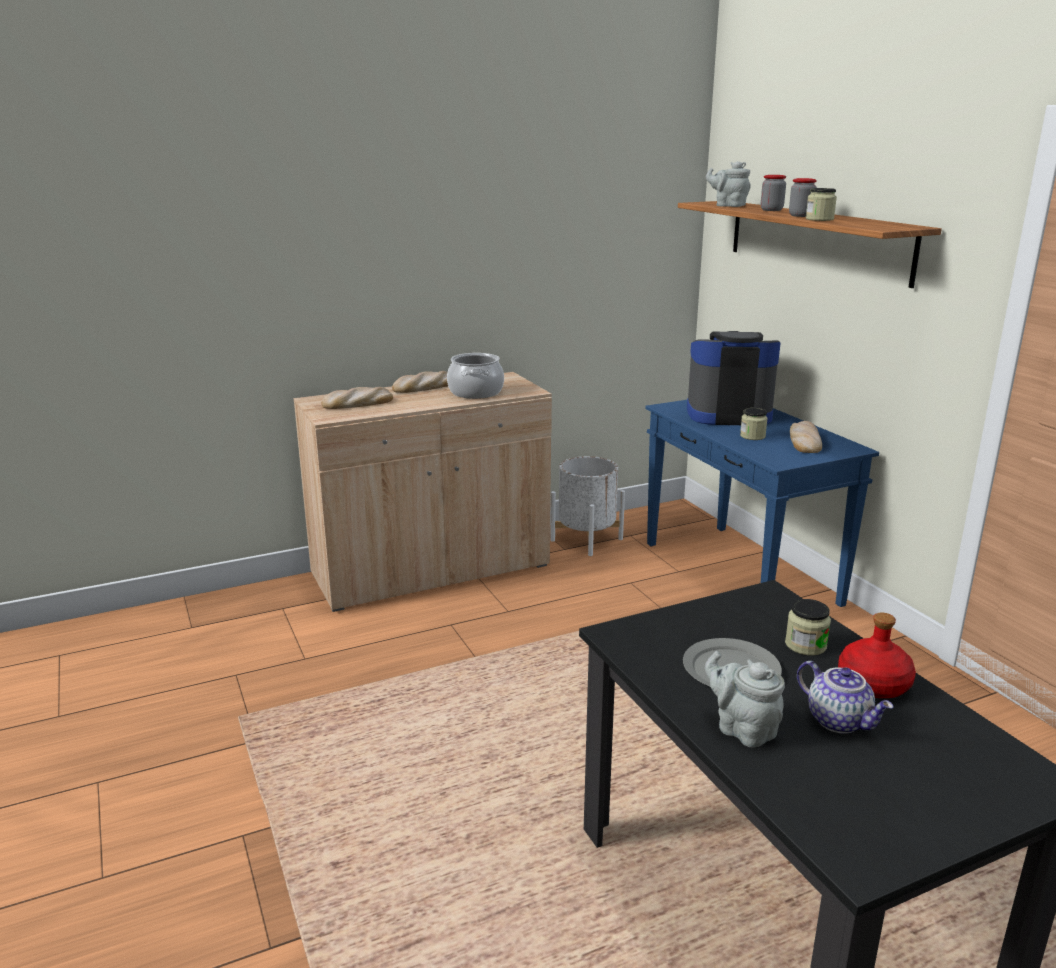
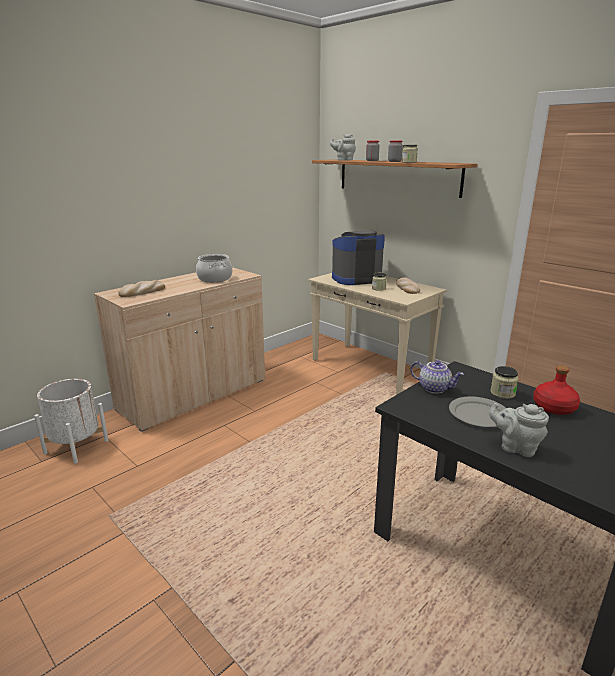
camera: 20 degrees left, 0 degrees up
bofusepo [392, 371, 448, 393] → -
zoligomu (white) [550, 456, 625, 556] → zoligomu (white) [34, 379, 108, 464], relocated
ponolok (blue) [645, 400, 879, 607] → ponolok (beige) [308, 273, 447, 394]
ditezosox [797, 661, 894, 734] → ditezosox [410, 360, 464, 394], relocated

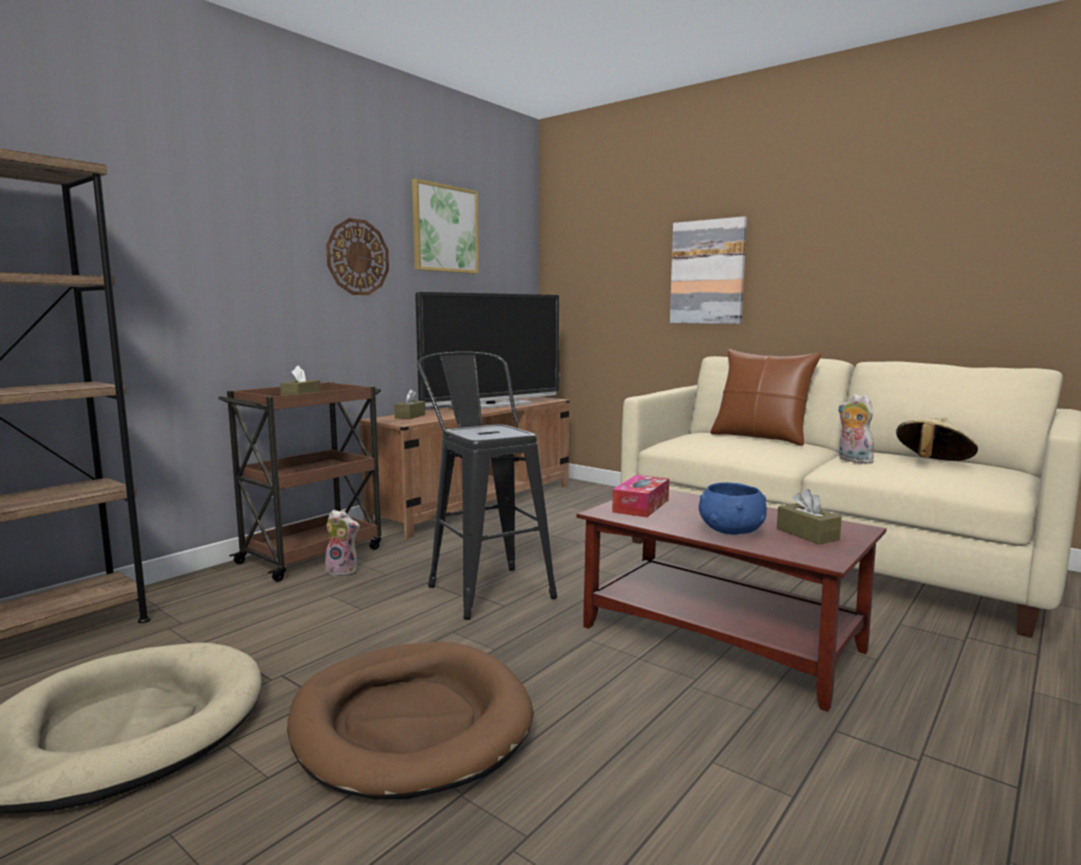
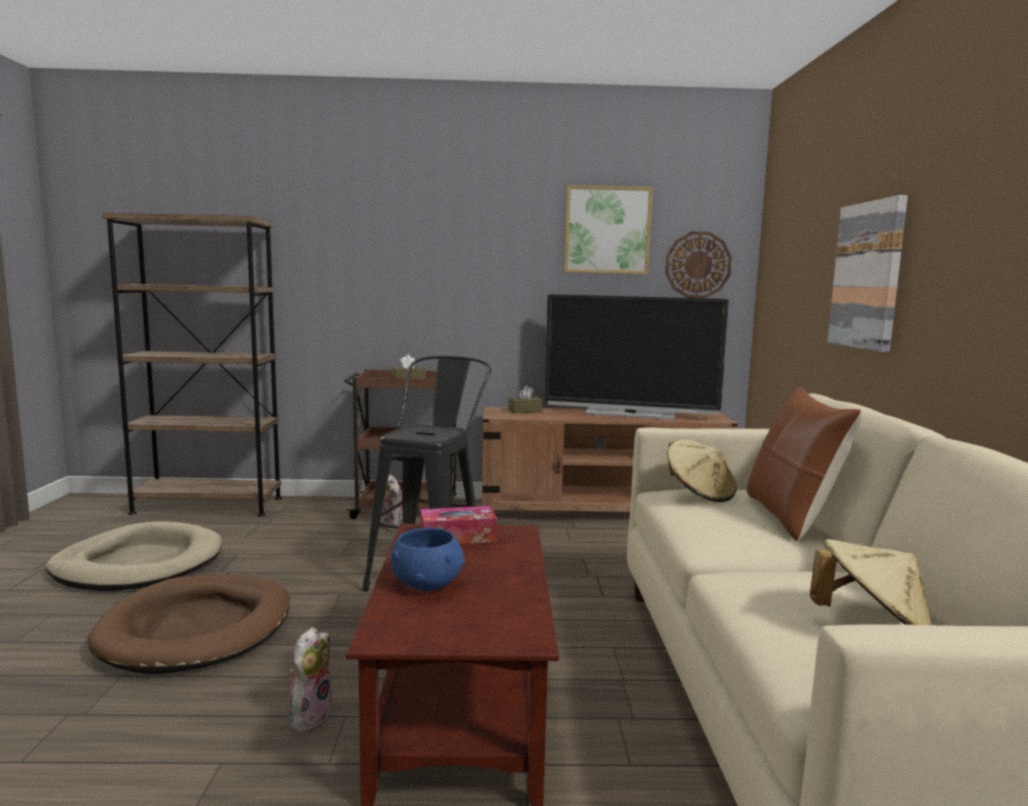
camera: 50 degrees right, 0 degrees up
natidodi [326, 218, 389, 295] → natidodi [665, 231, 732, 298], relocated
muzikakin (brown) [777, 489, 842, 544] → -
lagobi [838, 394, 874, 464] → lagobi [289, 627, 333, 733], relocated
- → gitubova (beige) [667, 439, 736, 502]

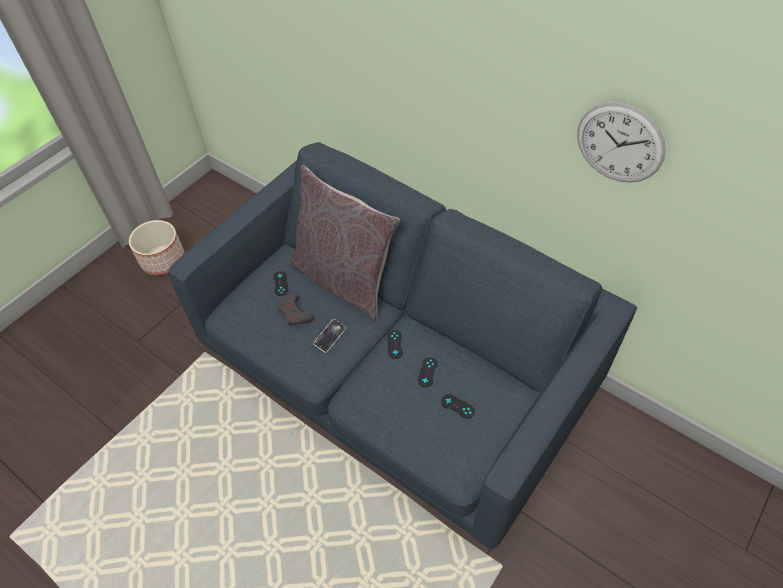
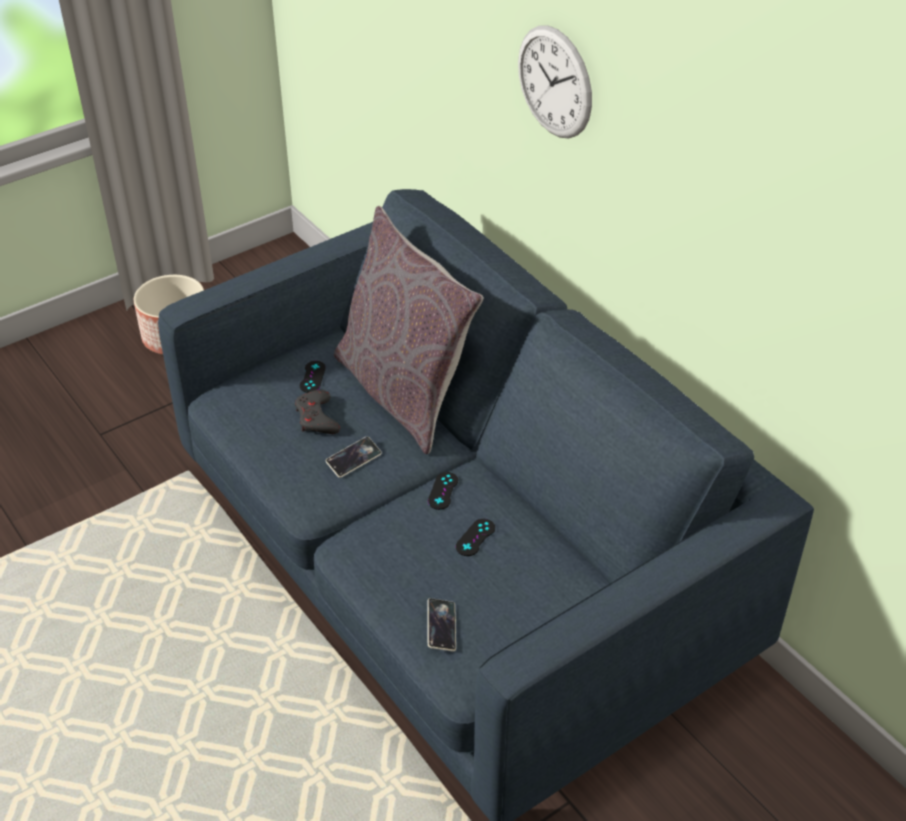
camera: 15 degrees right, 10 degrees down
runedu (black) [441, 394, 475, 419] → -
natidodi [577, 102, 666, 183] → natidodi [518, 25, 592, 138], relocated
- → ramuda [427, 598, 456, 651]

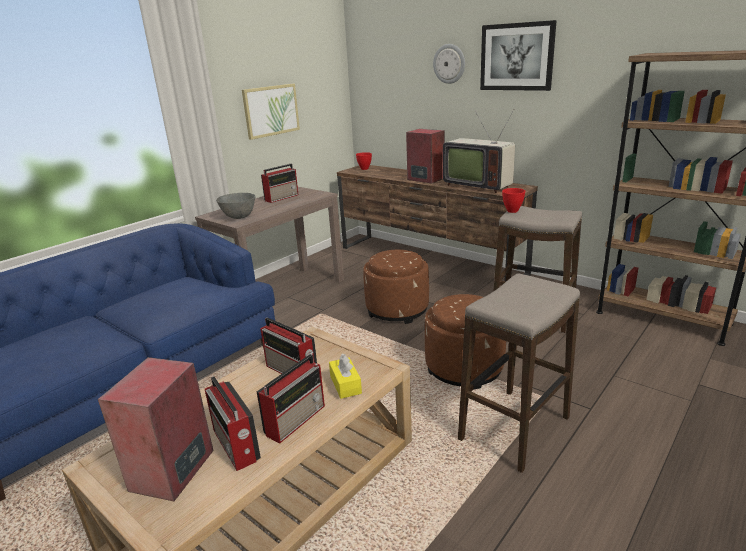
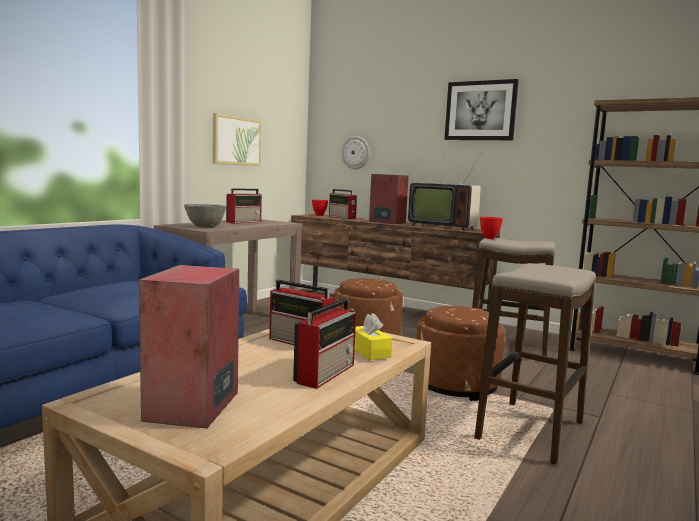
camera: 10 degrees left, 15 degrees down
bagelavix [205, 376, 261, 471] → bagelavix [329, 189, 357, 219], relocated
natidodi [433, 44, 465, 84] → natidodi [341, 136, 370, 169], relocated

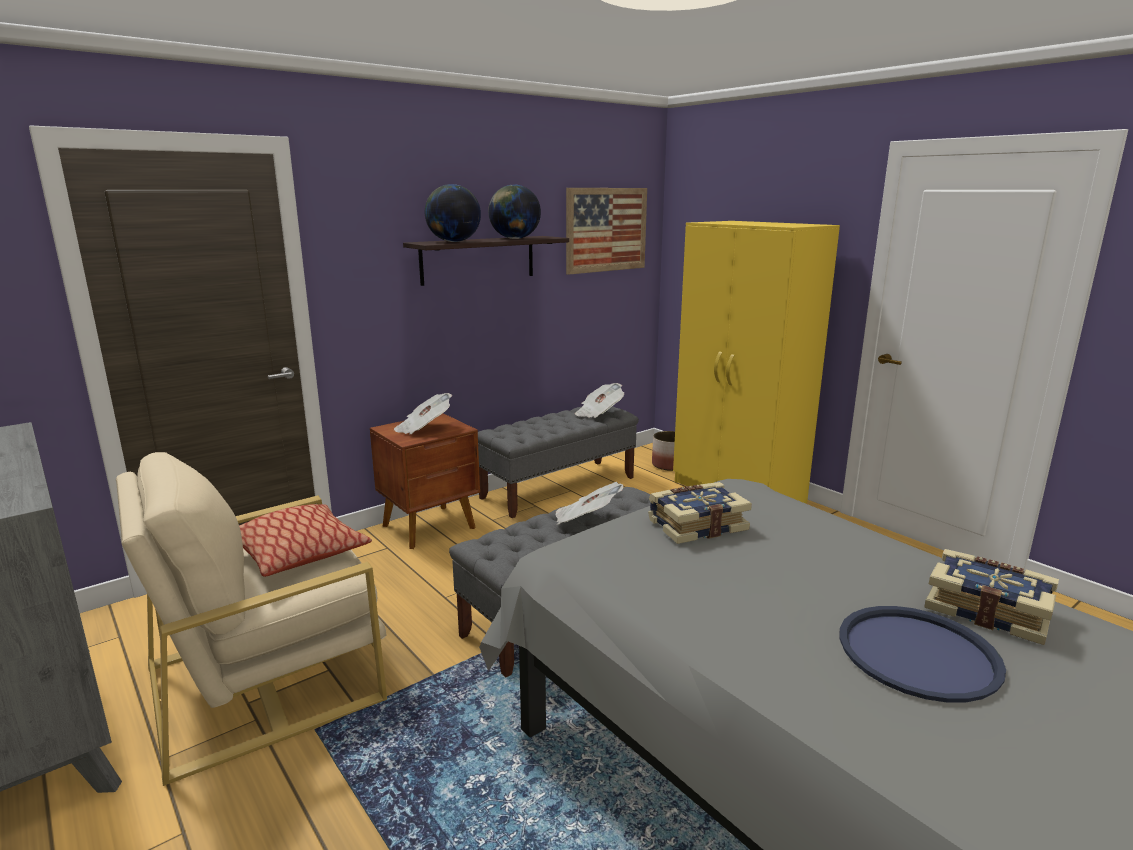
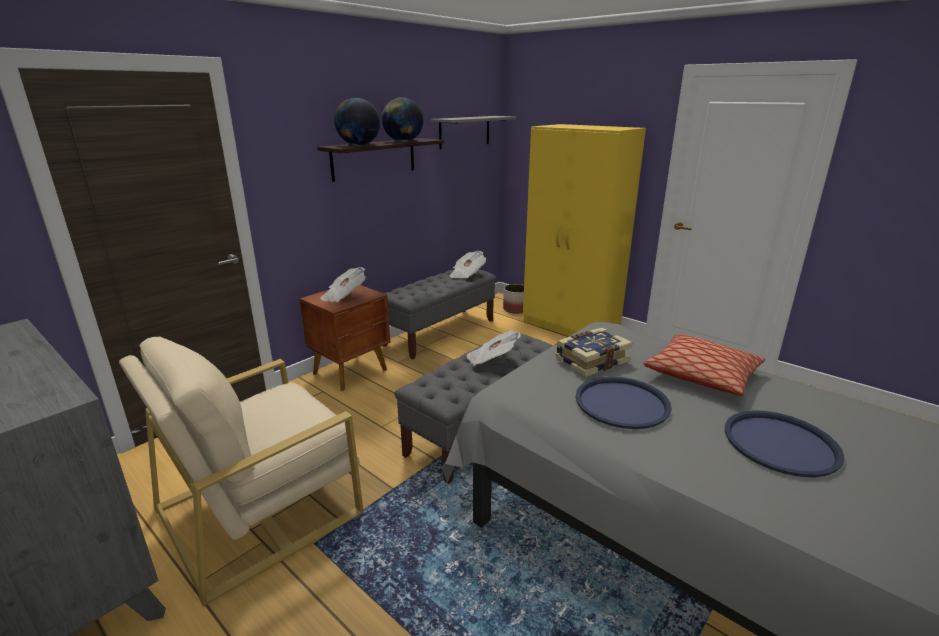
camera: 10 degrees left, 5 degrees up
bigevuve [239, 504, 372, 577] → bigevuve [644, 334, 765, 396], relocated
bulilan [566, 188, 647, 275] → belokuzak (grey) [431, 116, 516, 149]
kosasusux [924, 549, 1059, 645] → -
- → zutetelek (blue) [576, 376, 672, 429]

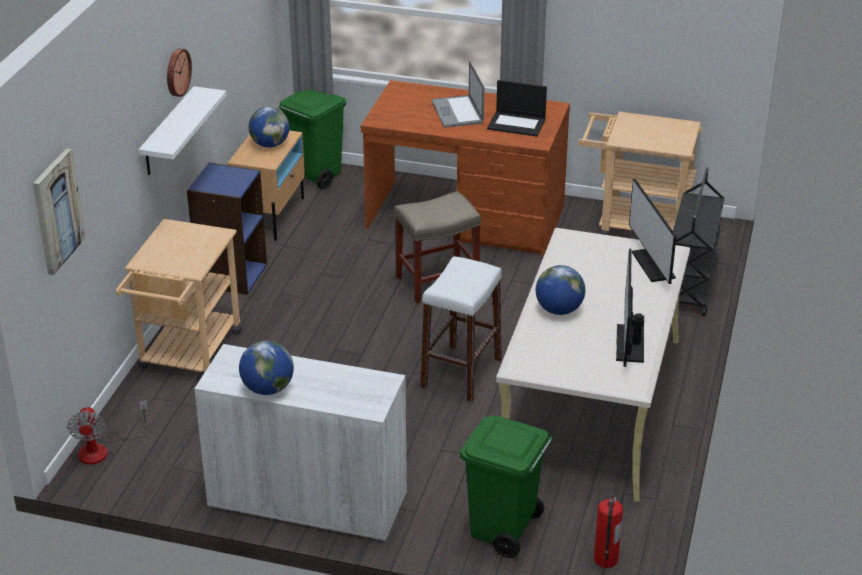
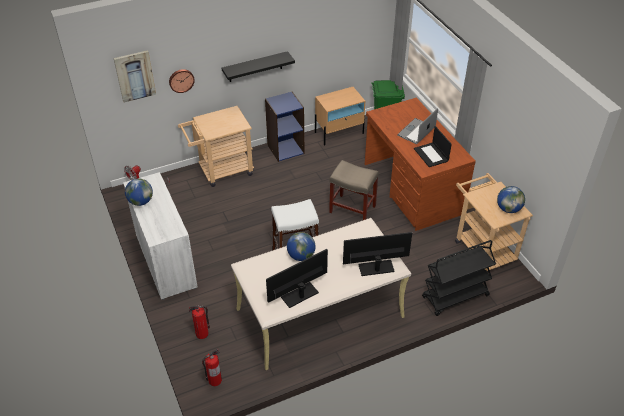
camera: 50 degrees right, 10 degrees up
belokuzak (white) [138, 86, 226, 175] → belokuzak (black) [222, 51, 295, 82]
natidodi [167, 49, 192, 97] → natidodi [169, 69, 195, 93], relocated
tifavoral [249, 107, 289, 148] → tifavoral [497, 186, 525, 213], relocated
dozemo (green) [460, 416, 553, 558] → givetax [189, 306, 210, 339]
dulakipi [629, 179, 676, 284] → dulakipi [343, 232, 412, 276], 45 degrees clockwise

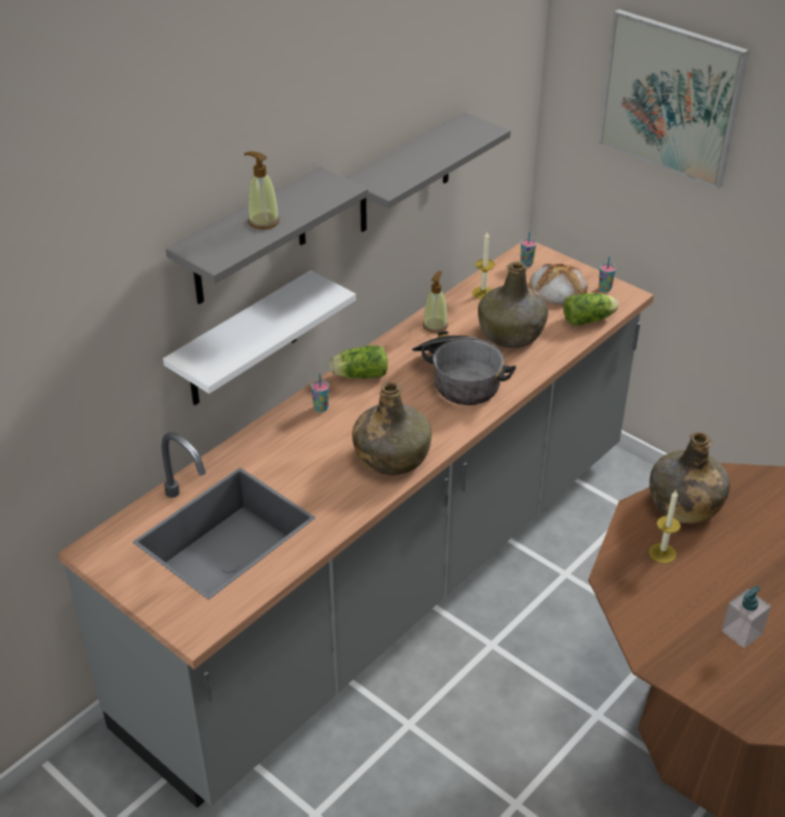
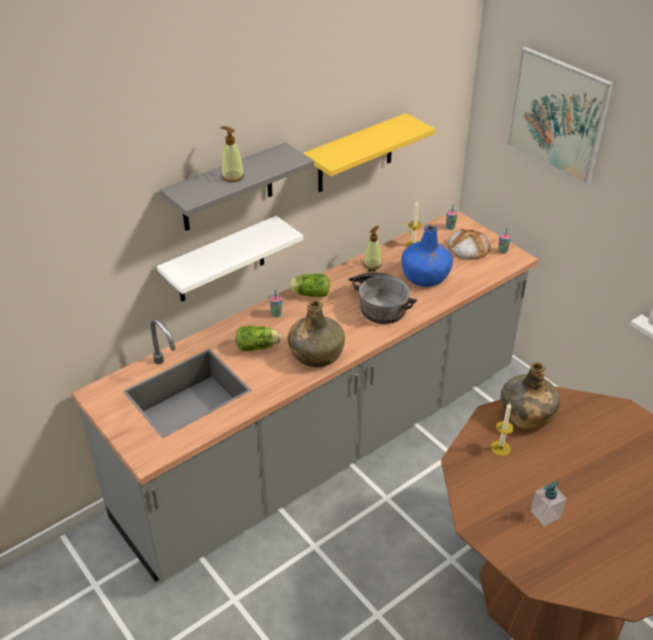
camera: 10 degrees right, 0 degrees up
belokuzak (grey) [345, 112, 511, 232] → belokuzak (yellow) [303, 113, 435, 192]
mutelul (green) [478, 261, 548, 348] → mutelul (blue) [402, 224, 453, 287]
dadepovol [563, 293, 619, 326] → dadepovol [236, 326, 281, 351], relocated

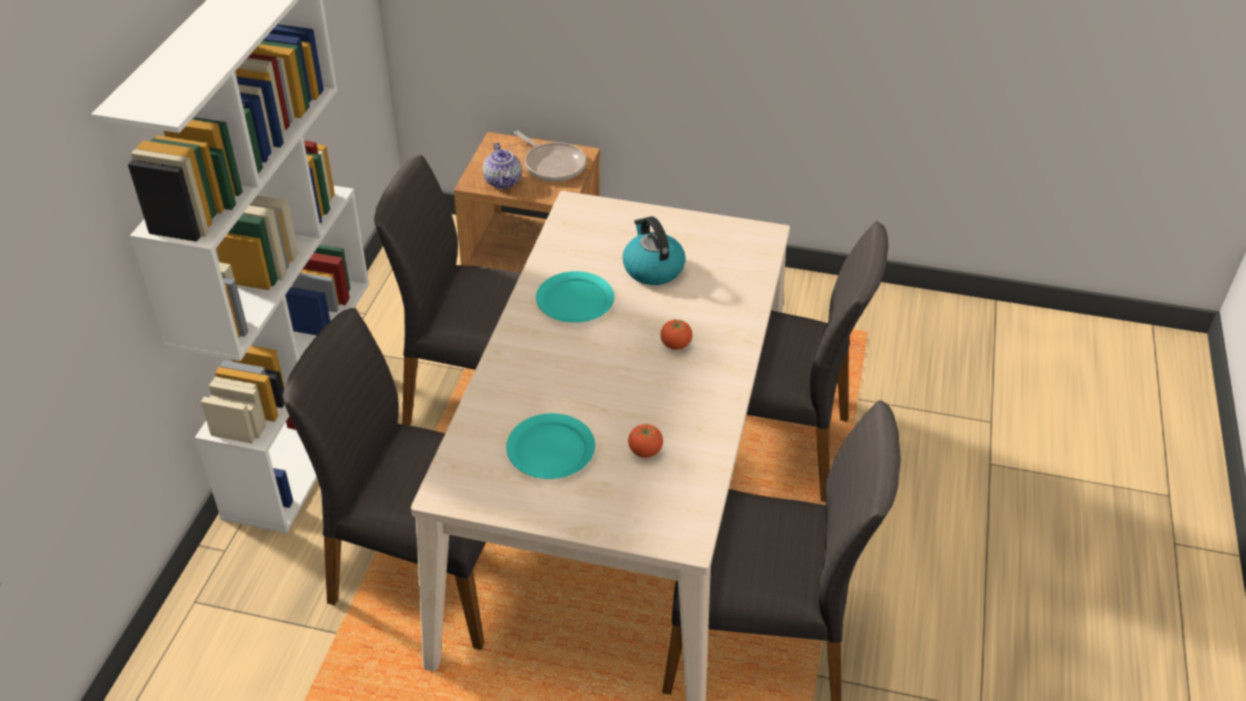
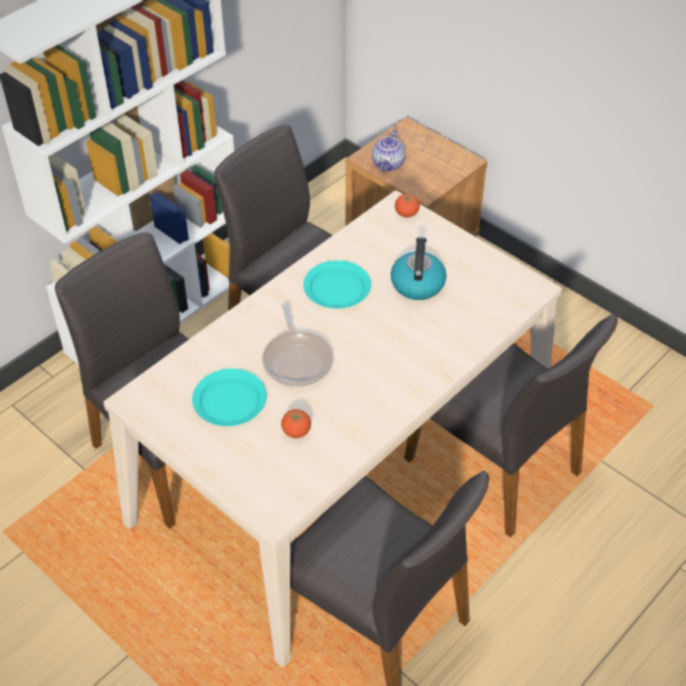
camera: 30 degrees right, 5 degrees up
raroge [514, 131, 586, 181] → raroge [262, 303, 333, 387], relocated
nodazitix [661, 319, 693, 350] → nodazitix [395, 194, 420, 218], relocated

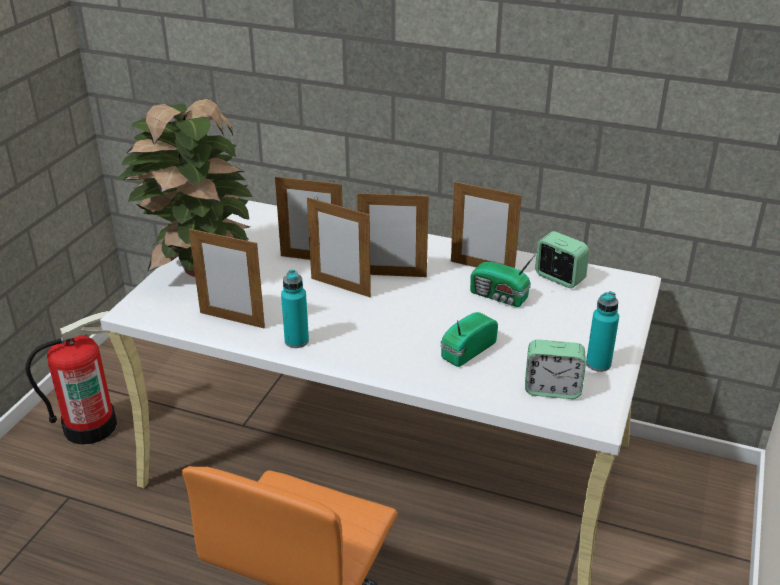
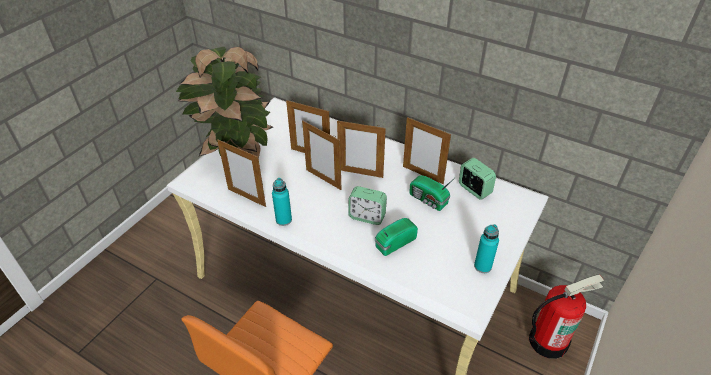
camera: 10 degrees right, 10 degrees up
givetax [26, 311, 117, 445] → givetax [529, 274, 604, 359], relocated
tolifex [525, 339, 586, 399] → tolifex [348, 186, 387, 225], relocated

